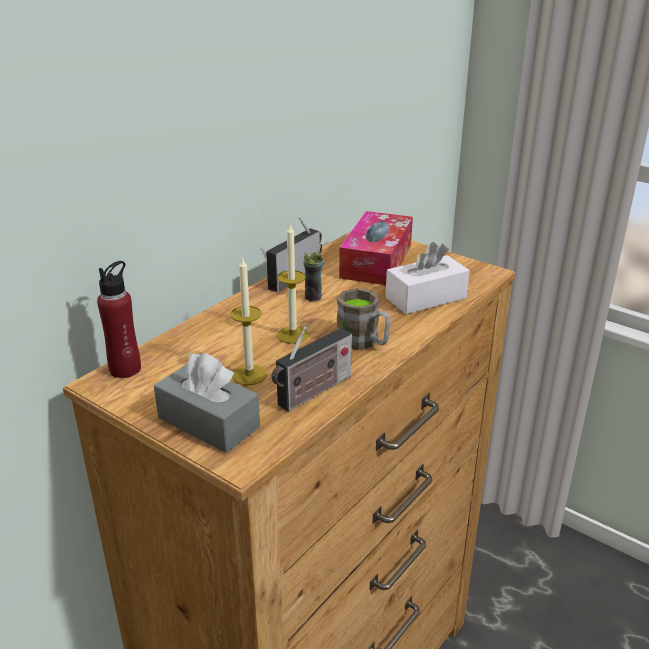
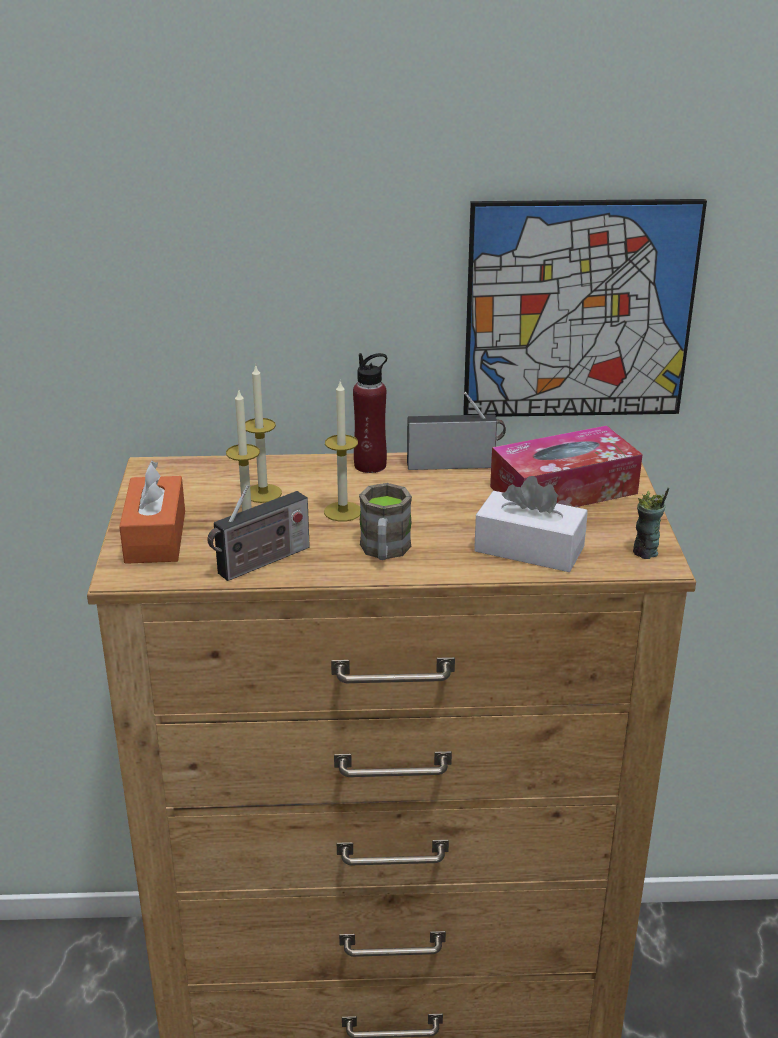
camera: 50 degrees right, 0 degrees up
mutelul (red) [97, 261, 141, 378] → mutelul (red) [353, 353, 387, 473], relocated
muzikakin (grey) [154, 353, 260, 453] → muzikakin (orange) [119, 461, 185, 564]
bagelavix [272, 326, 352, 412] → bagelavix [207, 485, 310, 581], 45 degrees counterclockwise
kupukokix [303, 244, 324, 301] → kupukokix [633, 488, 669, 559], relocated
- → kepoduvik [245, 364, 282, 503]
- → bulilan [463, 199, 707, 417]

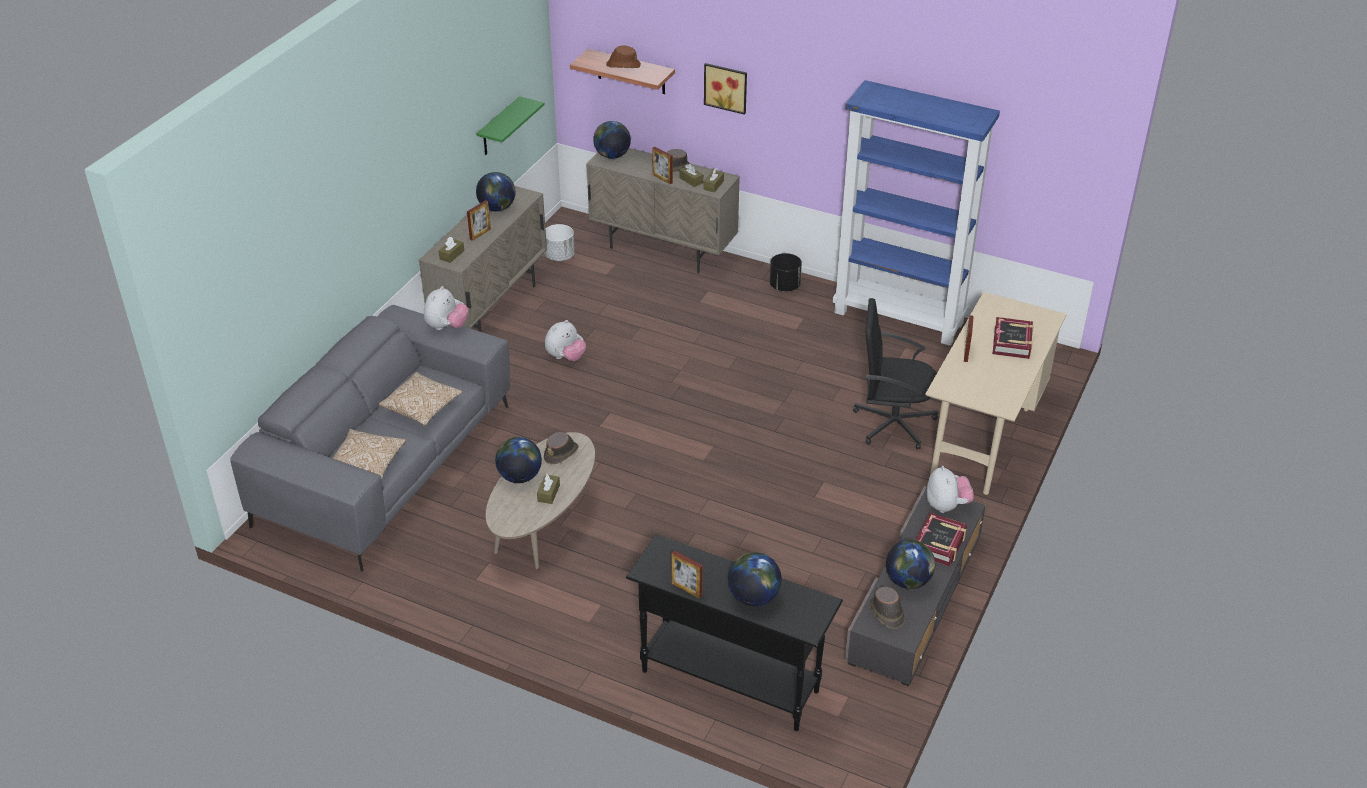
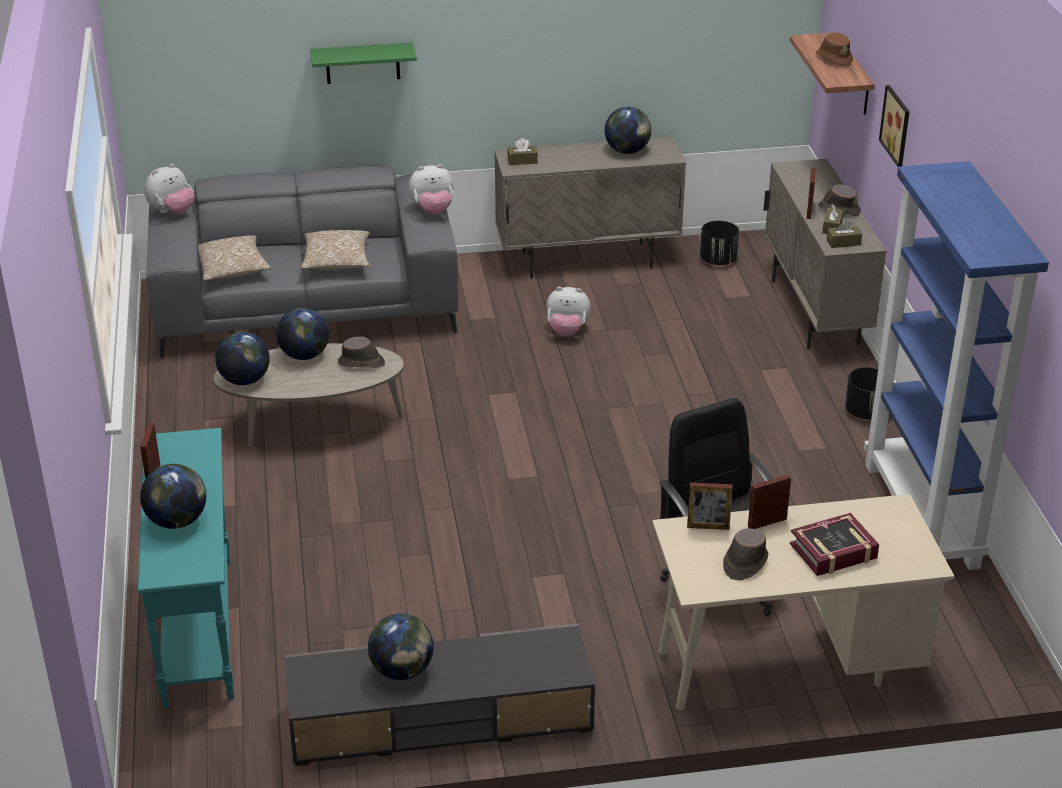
camera: 55 degrees right, 5 degrees down
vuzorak [467, 200, 491, 241] → vuzorak [687, 483, 733, 530], relocated
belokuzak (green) [476, 96, 544, 155] → belokuzak (green) [310, 42, 417, 84], relocated
muzikakin (brown) [537, 474, 560, 504] → -
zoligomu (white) [545, 224, 575, 261] → zoligomu (black) [700, 221, 739, 265]
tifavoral [593, 121, 631, 159] → tifavoral [215, 332, 270, 385], relocated
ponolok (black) [626, 534, 843, 731] → ponolok (turquoise) [138, 428, 234, 707]
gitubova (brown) [869, 587, 905, 629] → gitubova (brown) [723, 528, 769, 580], relocated
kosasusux [916, 513, 967, 566] → -
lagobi [927, 466, 974, 513] → lagobi [144, 164, 195, 214], relocated

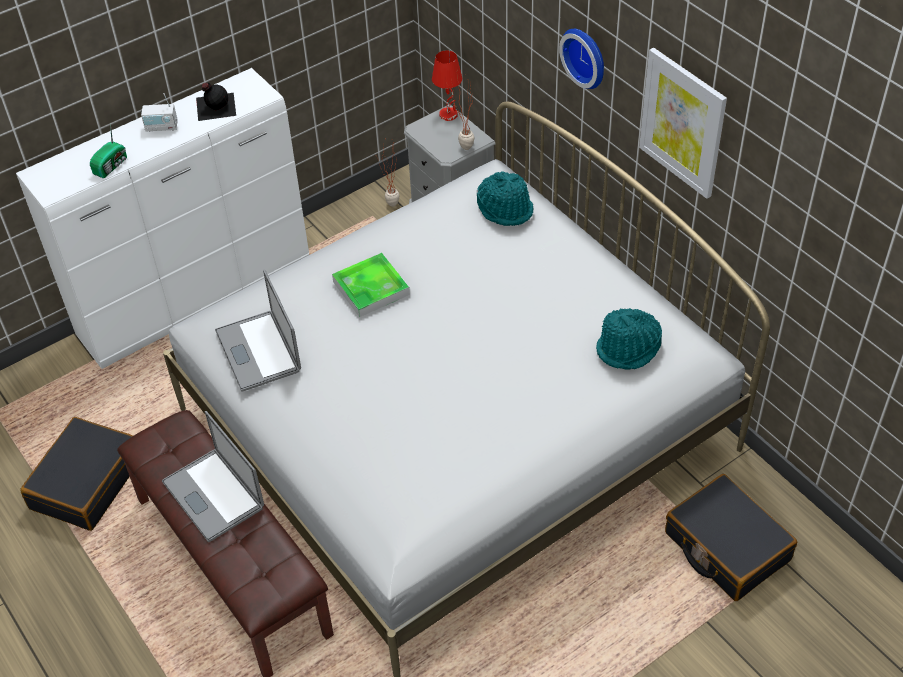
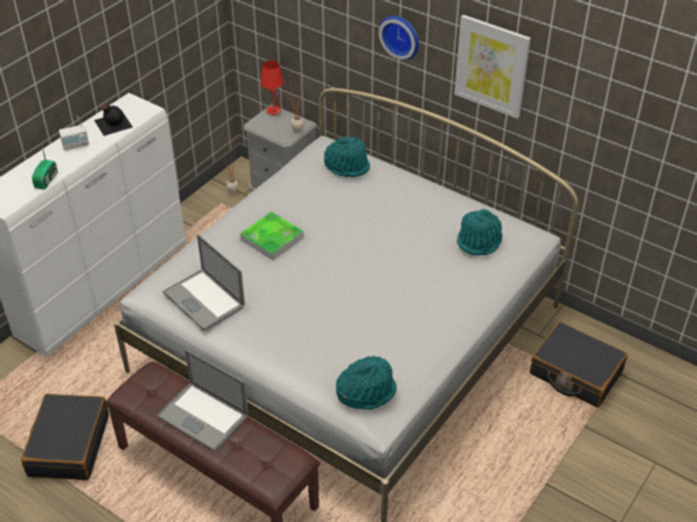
camera: 20 degrees left, 5 degrees down
- → gitubova (turquoise) [336, 356, 397, 410]

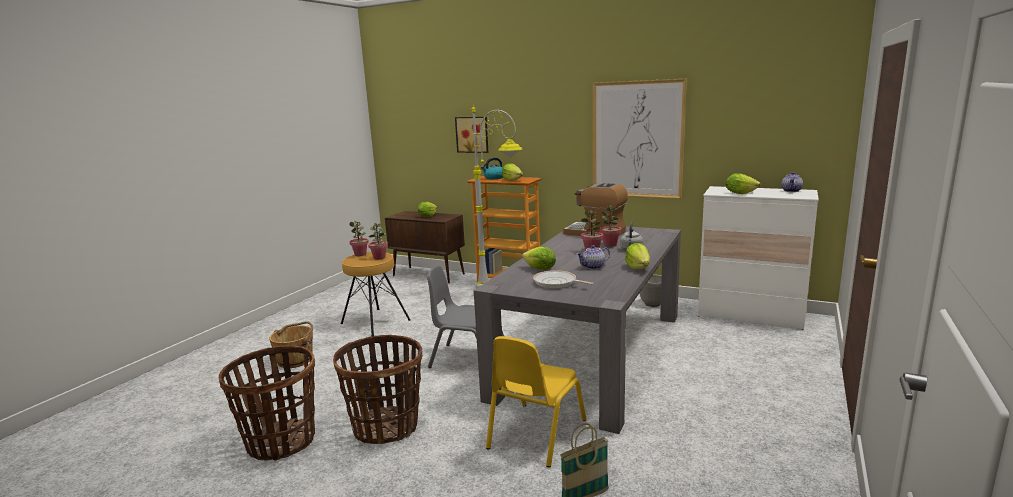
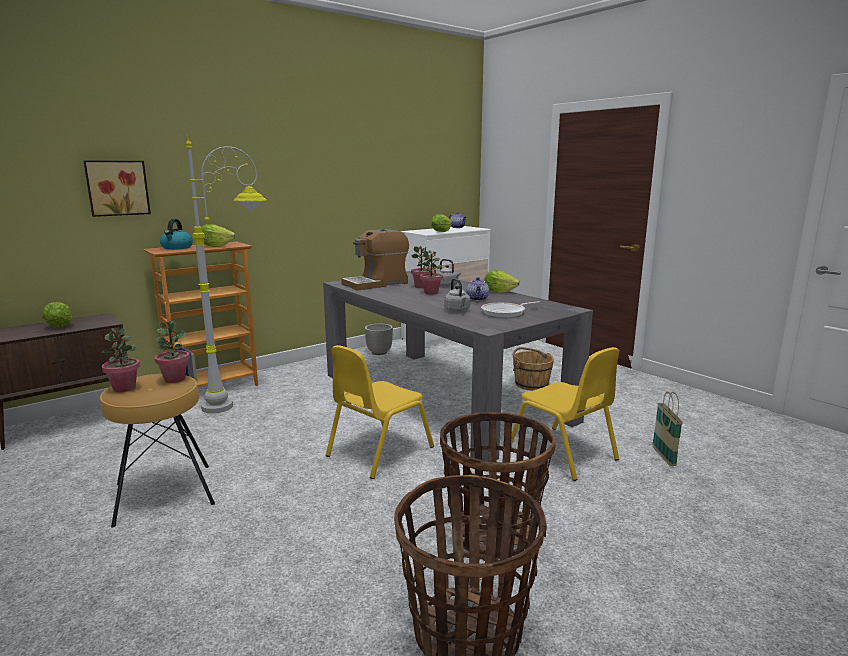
camera: 65 degrees left, 0 degrees up
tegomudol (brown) [269, 321, 313, 368] → tegomudol (brown) [512, 347, 554, 391], relocated
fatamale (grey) [427, 265, 504, 368] → fatamale (yellow) [326, 345, 434, 479]
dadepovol [522, 247, 556, 270] → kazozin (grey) [444, 278, 470, 312]
bulilan [592, 79, 687, 199] → -

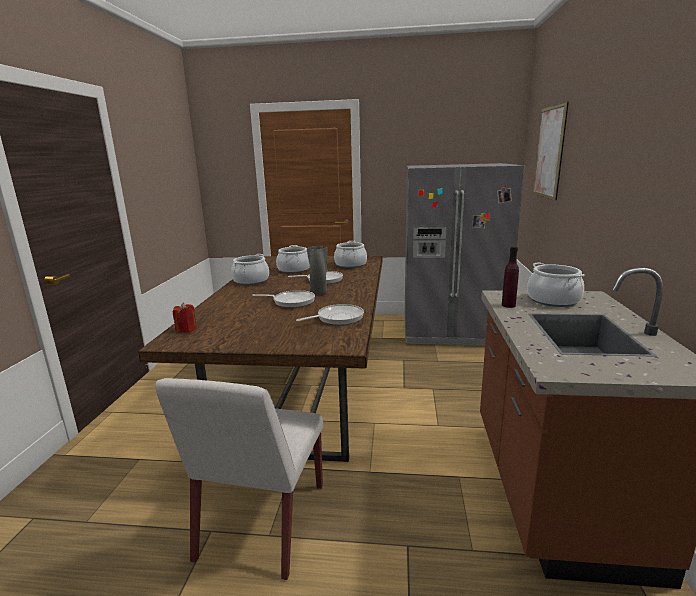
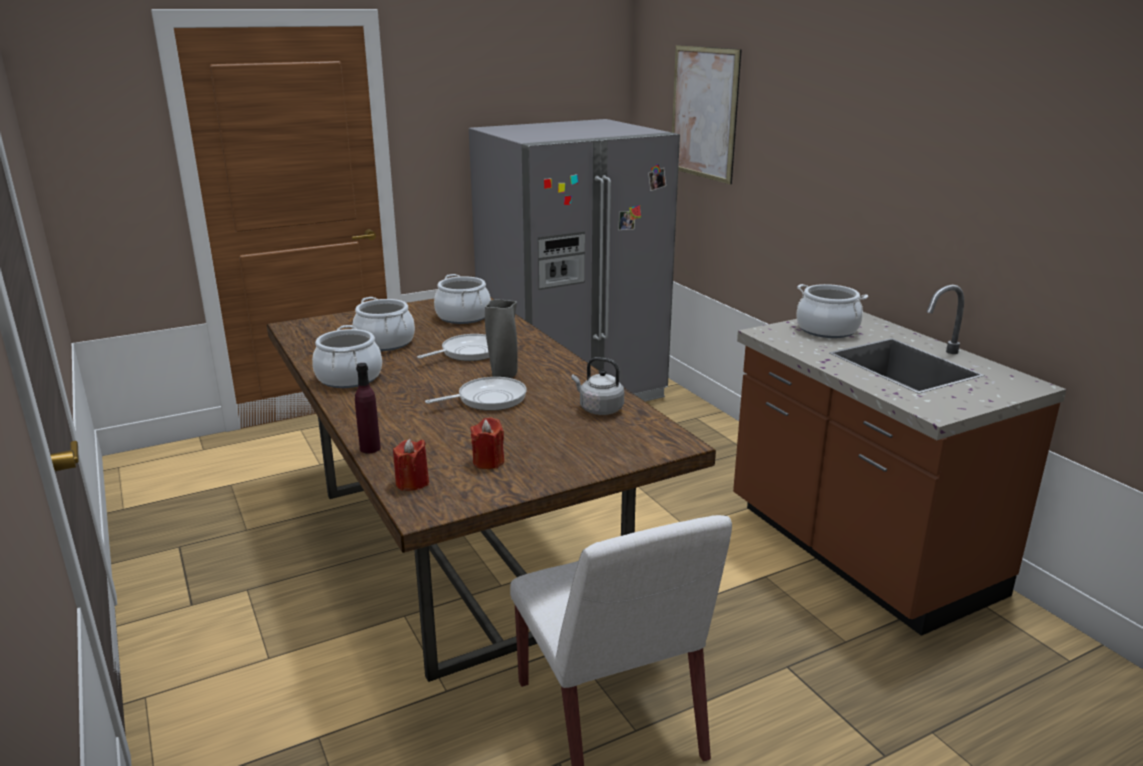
camera: 35 degrees left, 5 degrees up
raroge [296, 304, 364, 325] → kazozin (grey) [572, 357, 624, 415]
mutelul (purple) [502, 246, 519, 308] → mutelul (purple) [355, 363, 381, 453], relocated
- → kepoduvik (red) [471, 417, 504, 469]

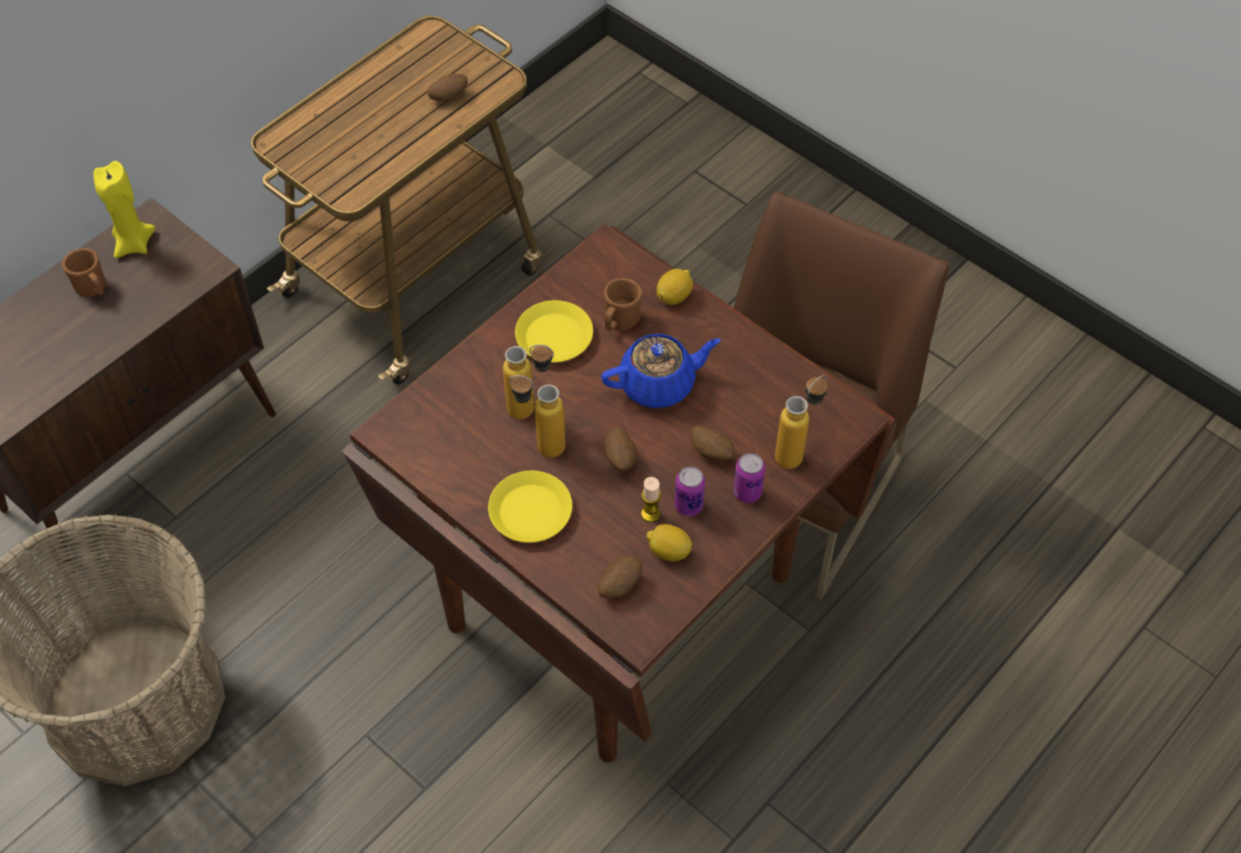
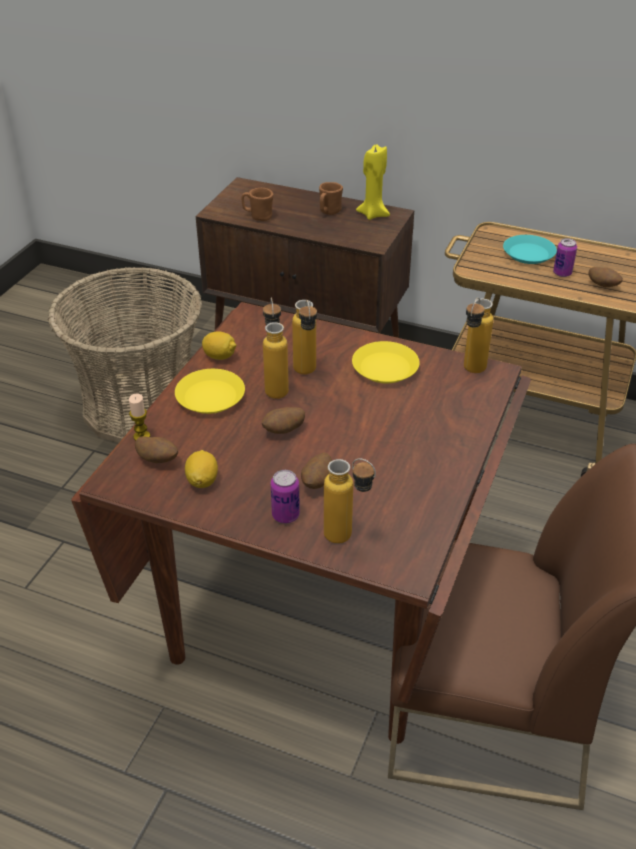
camera: 70 degrees right, 15 degrees down
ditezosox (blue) [601, 334, 721, 408] → -
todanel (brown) [604, 278, 643, 331] → todanel (brown) [241, 188, 273, 221], relocated
kepoduvik [641, 477, 661, 522] → kepoduvik [129, 393, 150, 441], relocated
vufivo [656, 269, 693, 305] → vufivo [202, 331, 237, 360], relocated
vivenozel [675, 466, 705, 516] → vivenozel [553, 238, 577, 277], relocated
- → mutelul [464, 297, 493, 373]
- → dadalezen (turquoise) [503, 235, 557, 264]

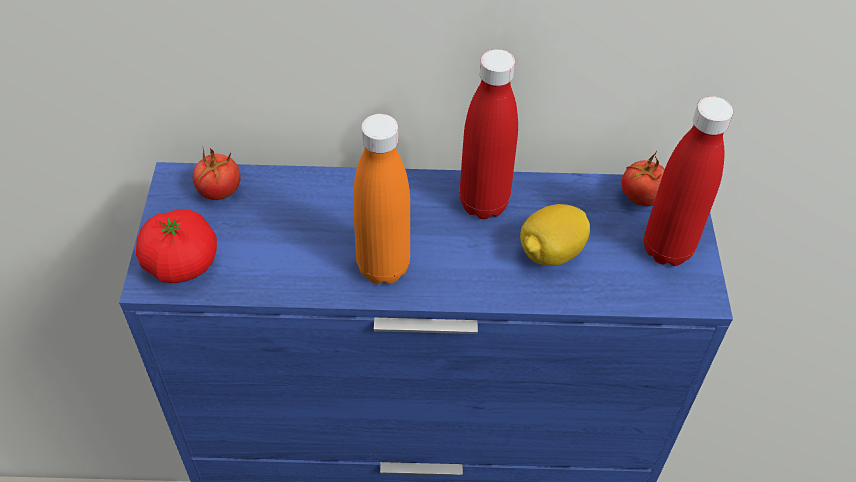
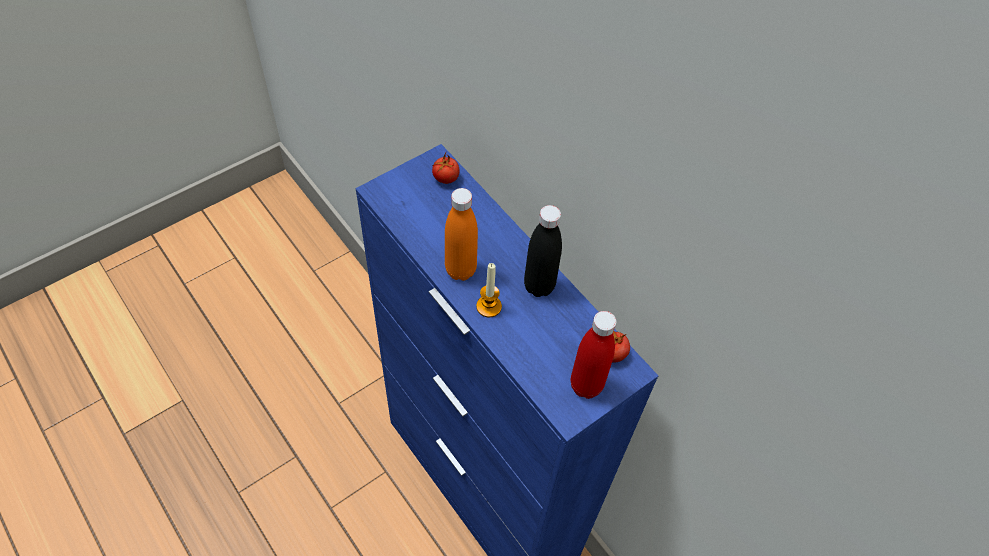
camera: 50 degrees right, 5 degrees up
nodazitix [136, 209, 217, 283] → -
mutelul (red) [460, 49, 518, 219] → mutelul (black) [524, 205, 562, 297]
vufivo [520, 204, 590, 266] → -
- → kepoduvik [476, 263, 502, 317]

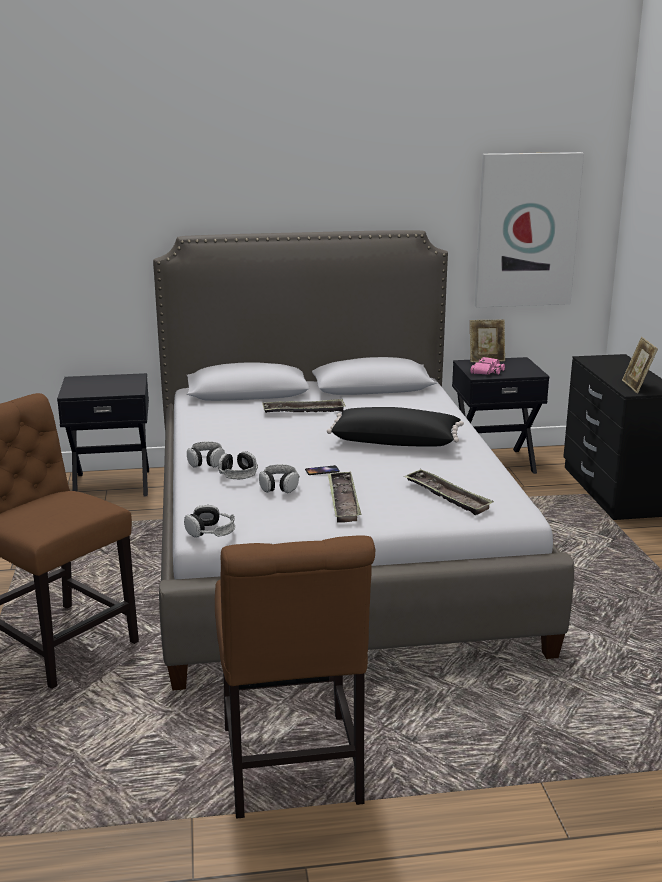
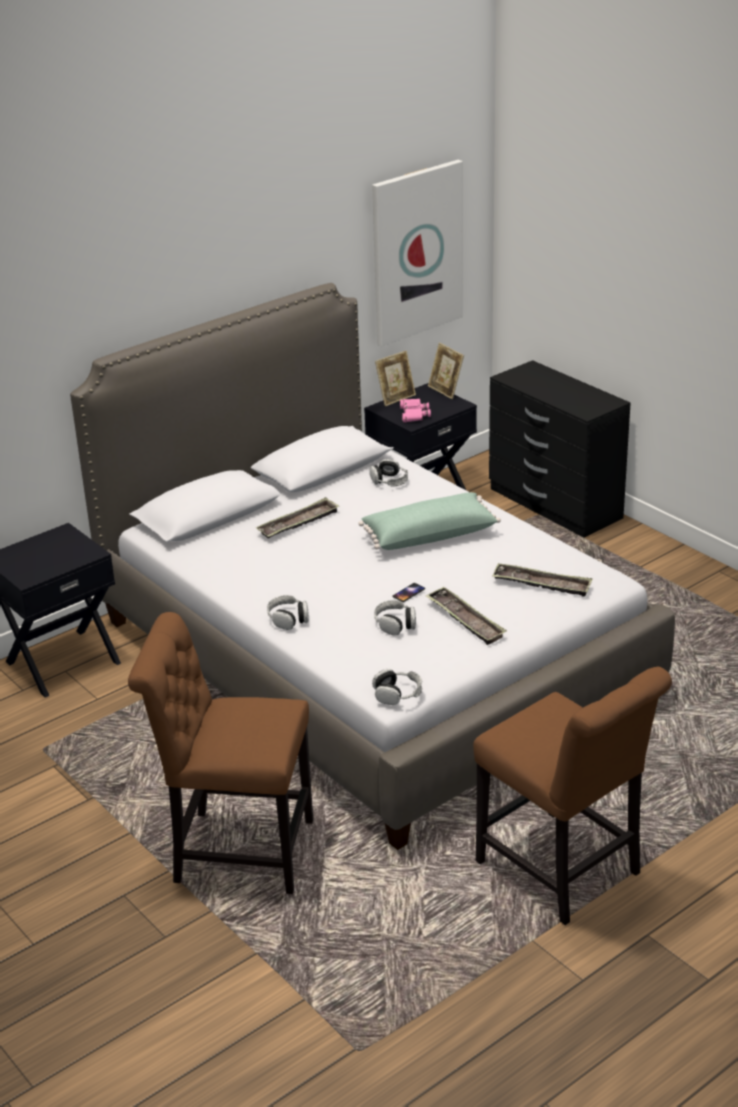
camera: 30 degrees left, 10 degrees up
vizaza [218, 451, 258, 479] → vizaza [370, 459, 408, 486], relocated
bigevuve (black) [327, 407, 464, 447] → bigevuve (green) [358, 492, 501, 550]
vuzorak [622, 337, 658, 393] → vuzorak [428, 343, 464, 399], relocated

